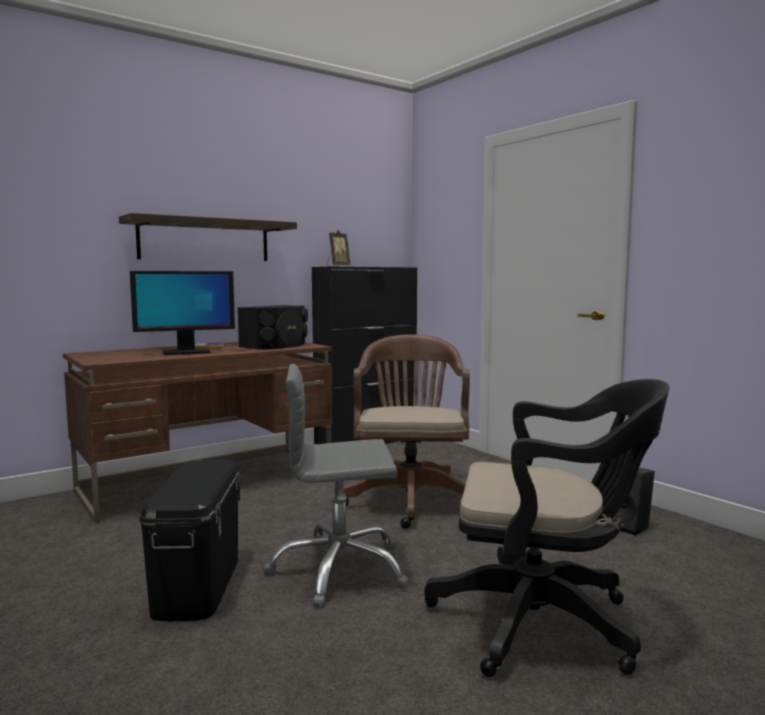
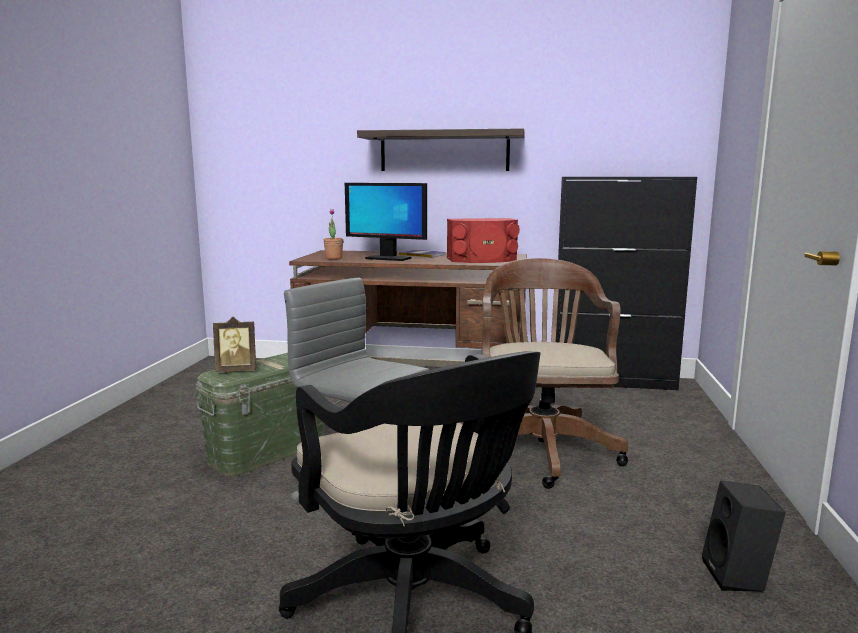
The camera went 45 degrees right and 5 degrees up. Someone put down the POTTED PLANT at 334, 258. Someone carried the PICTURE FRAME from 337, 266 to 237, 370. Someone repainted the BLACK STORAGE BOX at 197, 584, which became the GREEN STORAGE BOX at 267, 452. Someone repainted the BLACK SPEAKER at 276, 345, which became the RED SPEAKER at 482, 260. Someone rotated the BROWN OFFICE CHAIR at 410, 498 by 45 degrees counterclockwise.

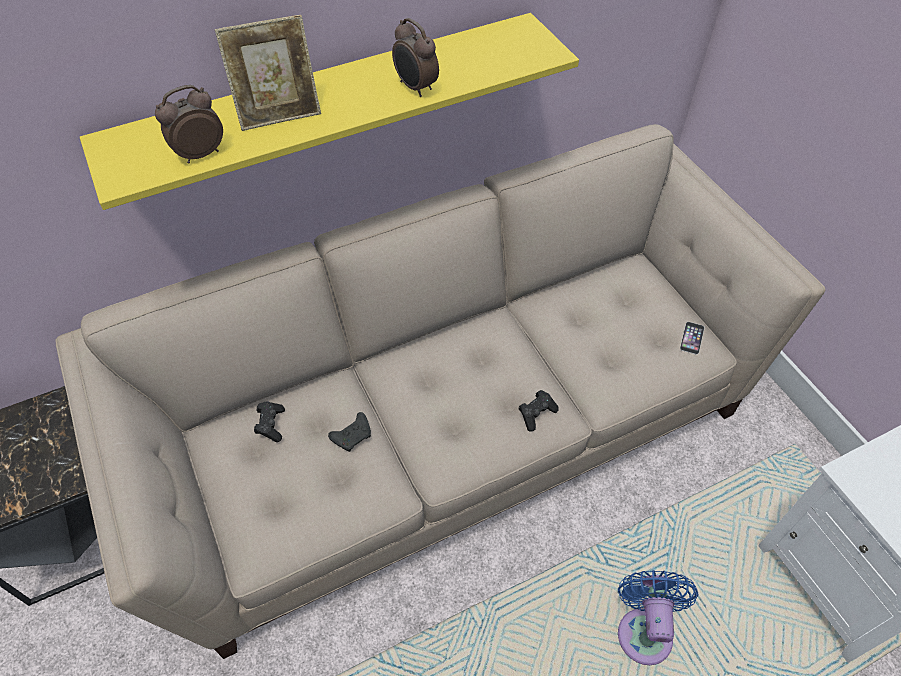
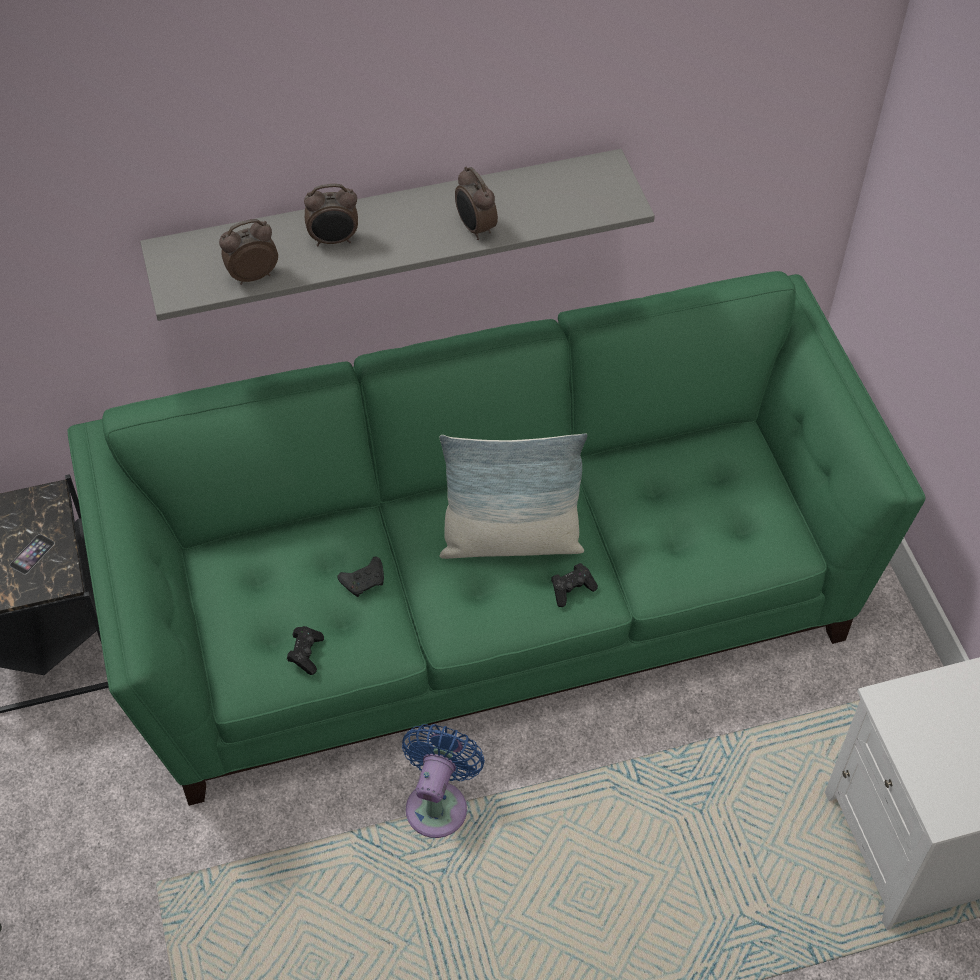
The camera went 10 degrees right and 0 degrees up. Someone put down the PILLOW at 511, 541. Someone carried the BLACK GAME CONTROLLER from 271, 425 to 306, 654. Someone carried the BLUE FAN from 644, 629 to 438, 803. Someone carried the PHONE from 692, 338 to 32, 554. Someone swapped the PICTURE FRAME at 279, 113 for the ALARM CLOCK at 334, 240. Someone repainted the BEIGE SOFA at 451, 426, which became the GREEN SOFA at 490, 599. Someone repainted the YELLOW SHELF at 329, 103, which became the GREY SHELF at 389, 224.

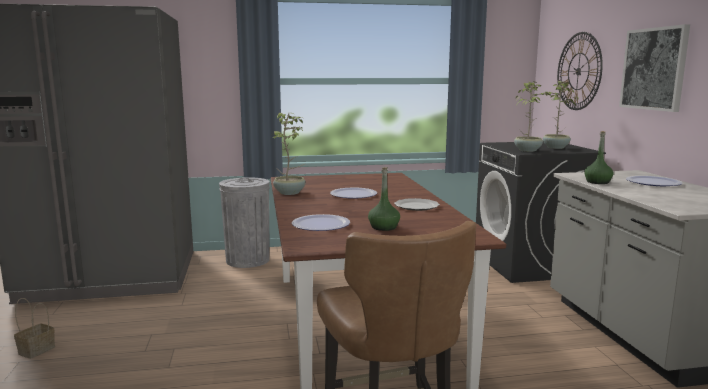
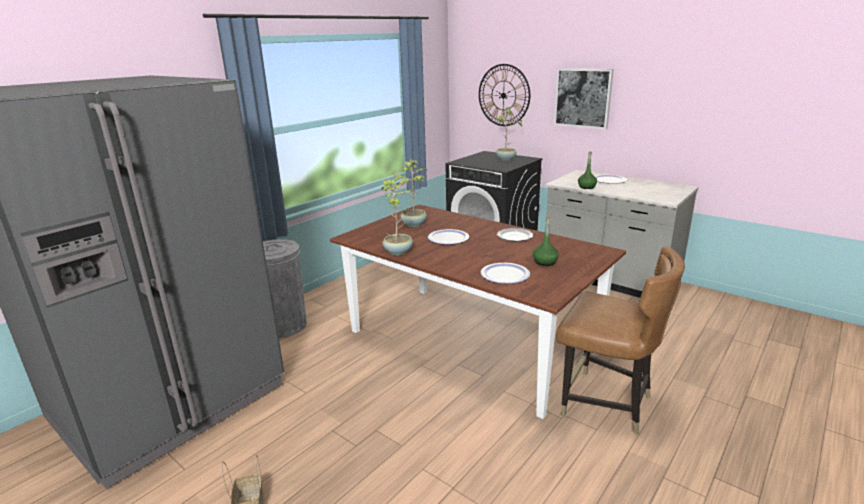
The camera went 40 degrees left and 10 degrees up. Someone carried the POTTED PLANT from 528, 150 to 414, 224.

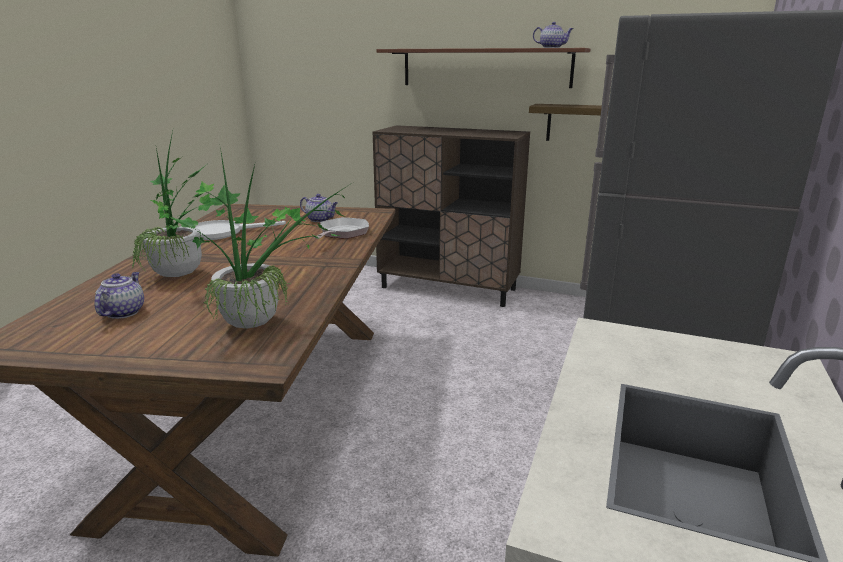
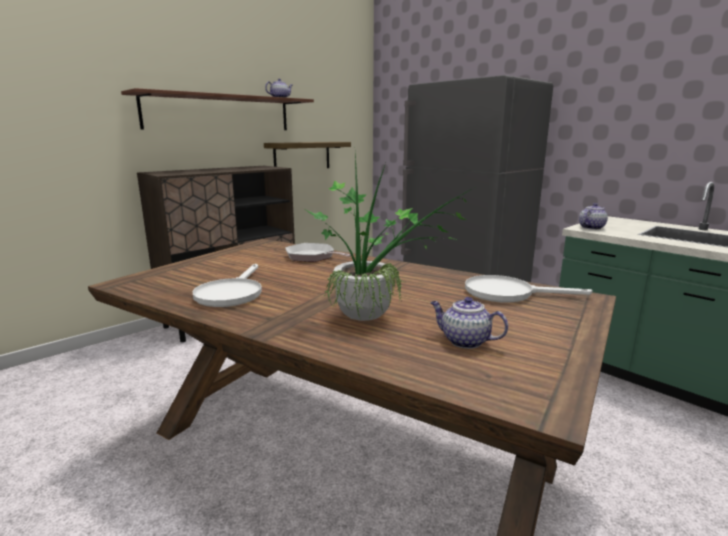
The camera went 65 degrees left and 5 degrees down. Someone carried the TEAPOT from 320, 220 to 591, 227. Someone swapped the POTTED PLANT at 263, 320 for the WHITE FRYING PAN at 508, 293.

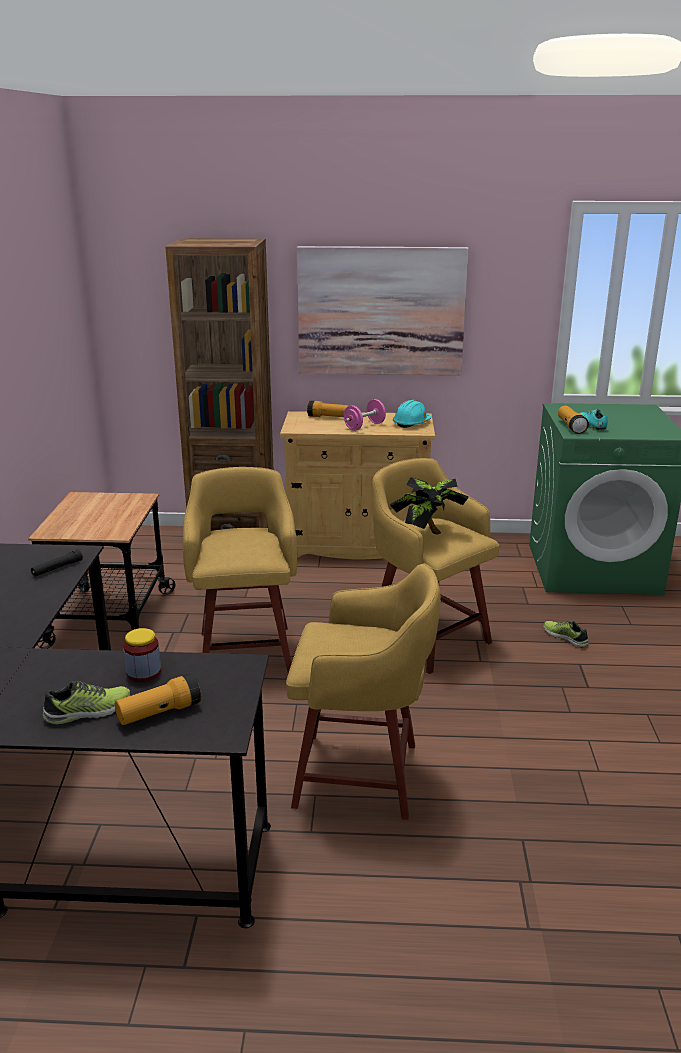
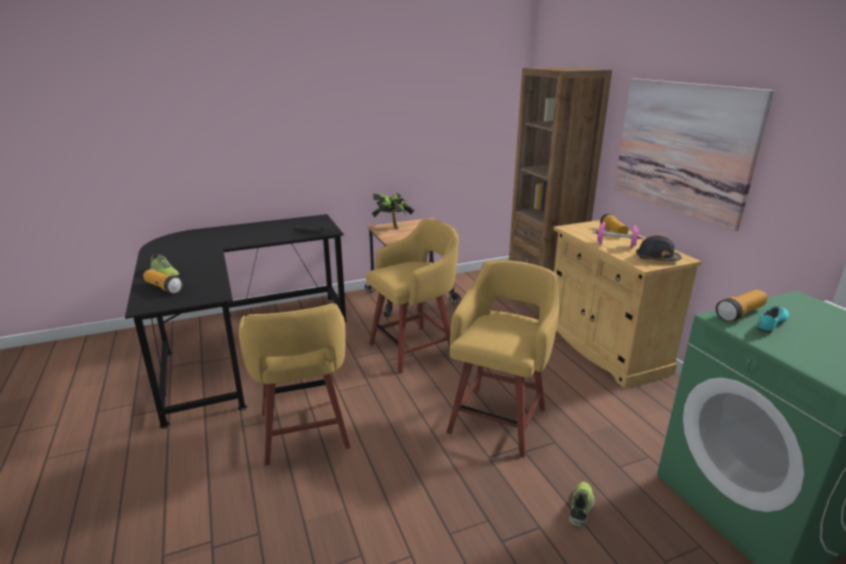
The camera went 65 degrees right and 0 degrees up. Someone took away the JAR at 144, 672. Someone carried the POTTED PLANT from 427, 533 to 392, 227. Someone repainted the TURQUOISE HARD HAT at 411, 423, which became the BLACK HARD HAT at 656, 258.

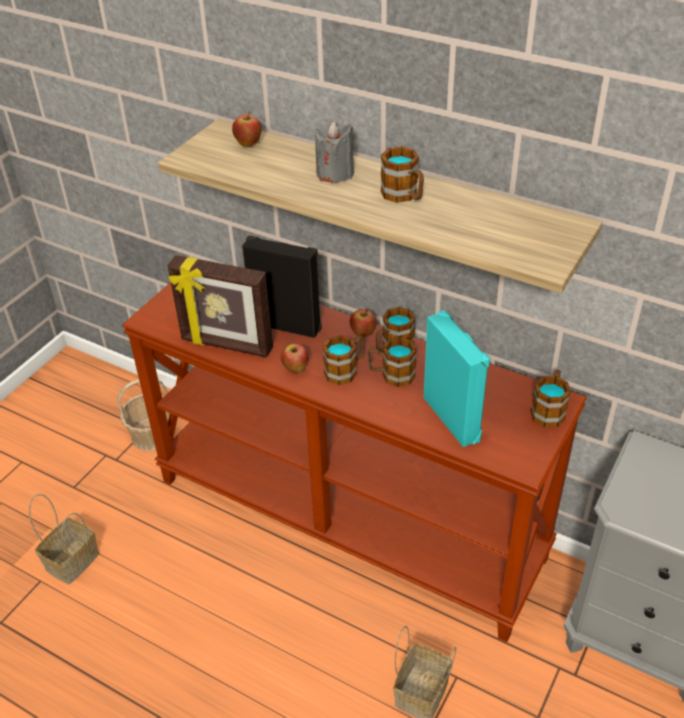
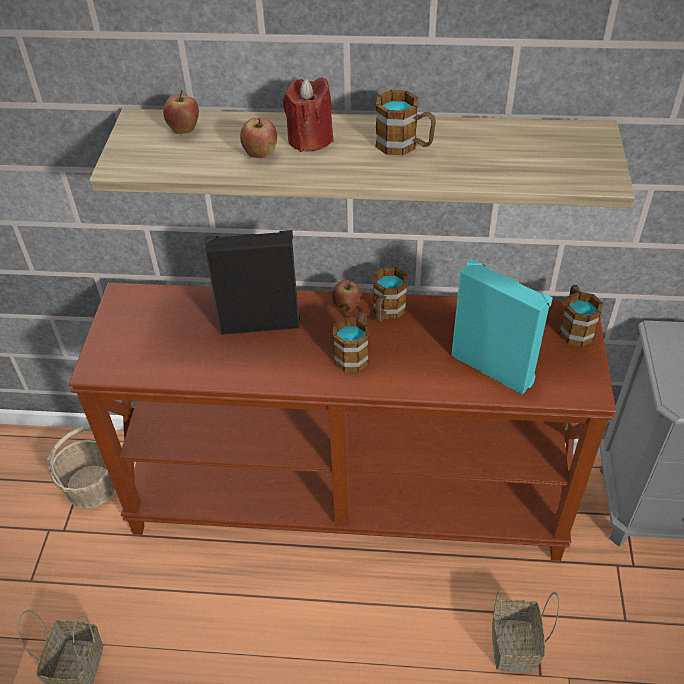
The camera went 25 degrees left and 5 degrees up. Someone took away the PICTURE FRAME at 226, 345. Someone took away the MUG at 391, 375. Someone carried the APPLE from 295, 369 to 260, 155. Someone repainted the GREY CANDLE at 335, 173, which became the RED CANDLE at 310, 139.

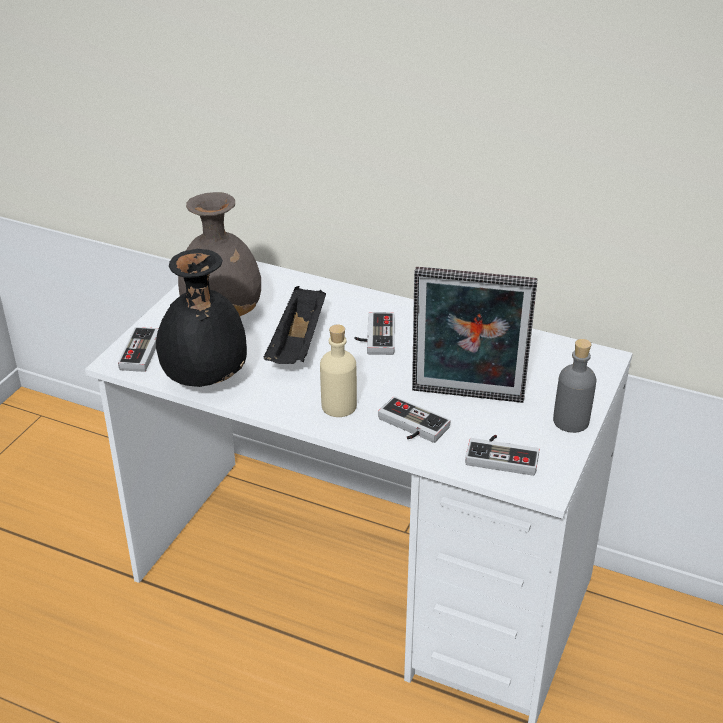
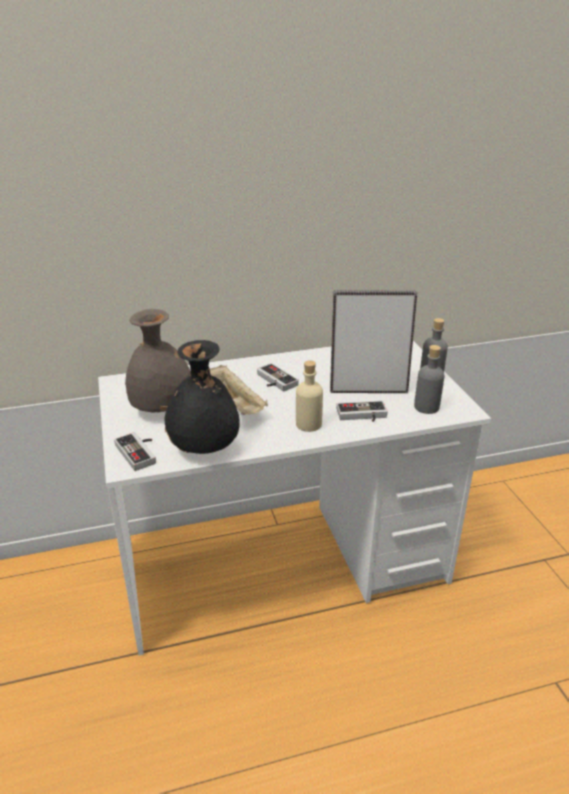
The camera went 40 degrees left and 5 degrees down. Someone swapped the GAME CONTROLLER at 502, 455 for the GREY BOTTLE at 426, 407. Someone repainted the BLACK TRAY at 298, 345, which became the BEIGE TRAY at 235, 404. Someone rotated the PICTURE FRAME at 467, 398 by 150 degrees counterclockwise.

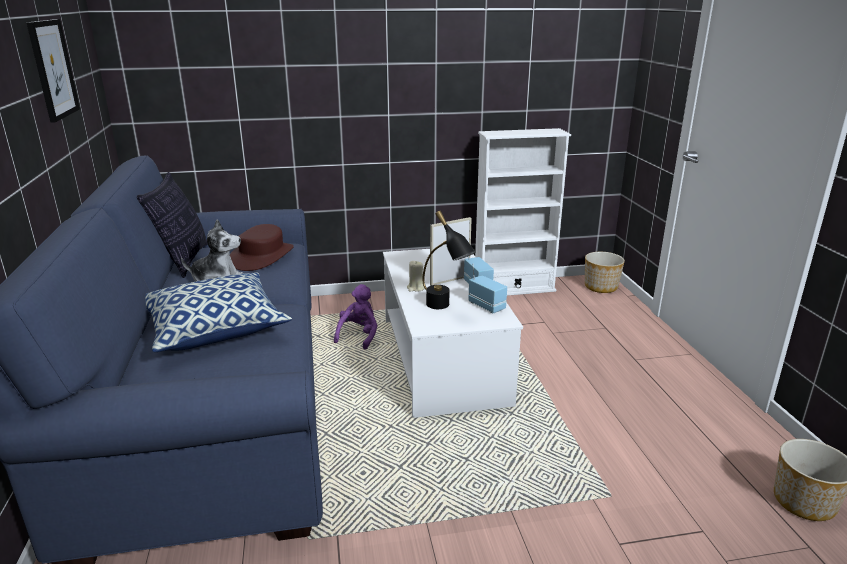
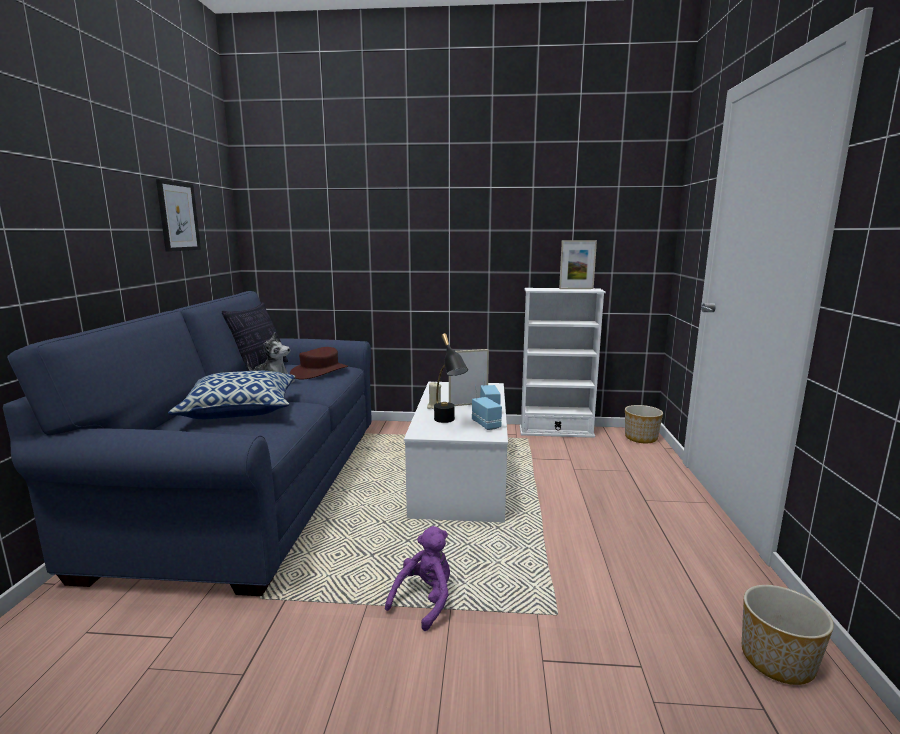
The camera went 15 degrees right and 10 degrees down. Someone put down the PICTURE FRAME at 576, 289. Someone carried the PURPLE PLUSH TOY from 359, 336 to 425, 601.

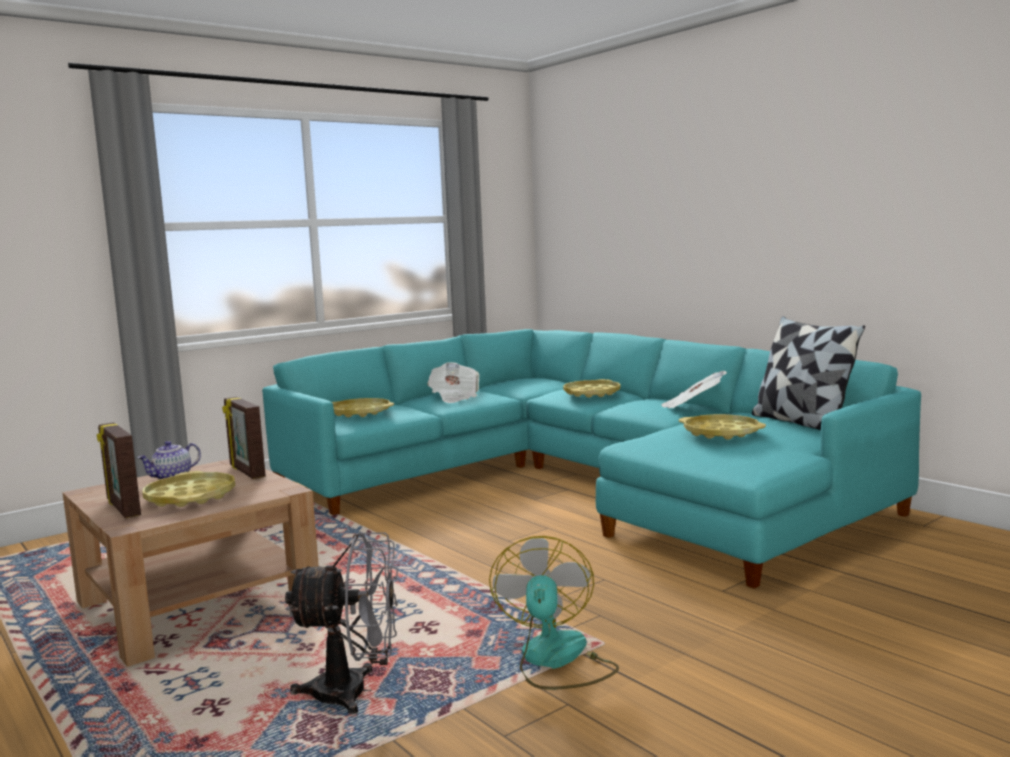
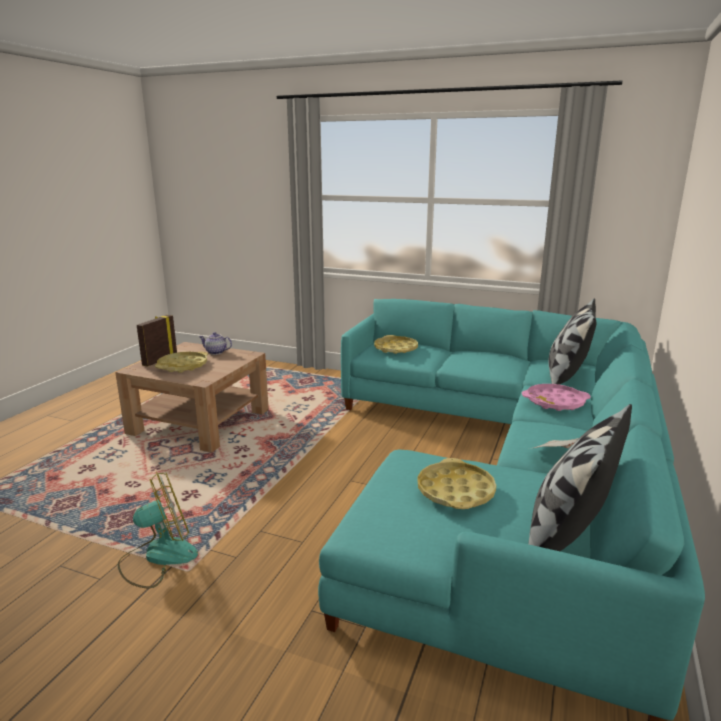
The camera went 60 degrees right and 10 degrees up. Someone took away the PICTURE FRAME at 246, 472. Someone took away the GREY FAN at 355, 692. Someone took away the NEWSPAPER at 454, 397. Someone put down the PILLOW at 566, 376. Someone repainted the YELLOW TRAY at 592, 393, which became the PINK TRAY at 555, 402.

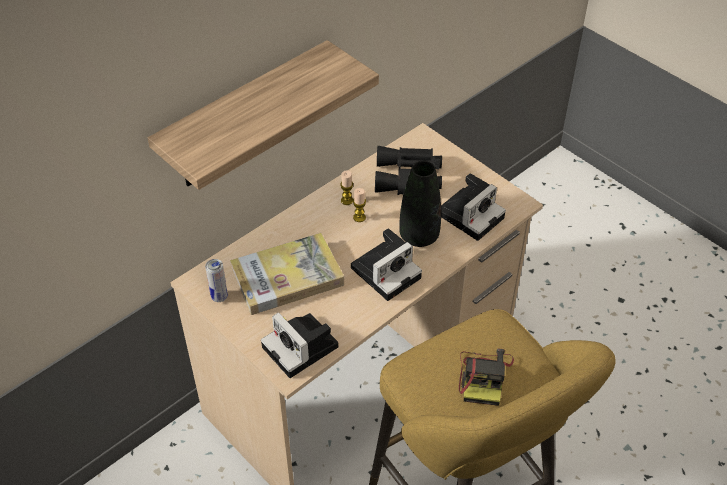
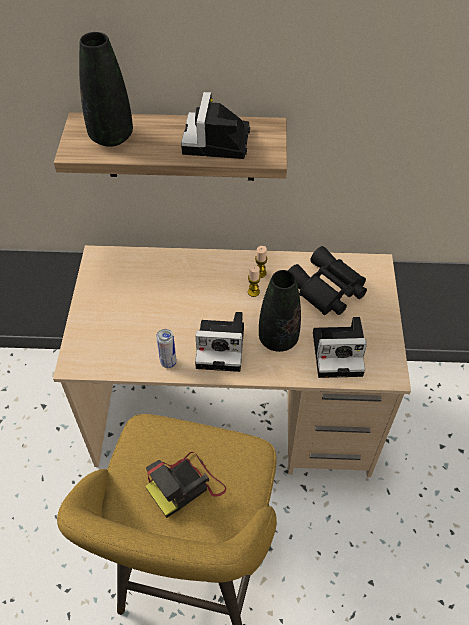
The camera went 45 degrees right and 5 degrees up. Someone took away the BOOK at 287, 277. Someone put down the BLACK VASE at 111, 137. Someone carried the CAN from 219, 297 to 168, 362. Someone carried the PHOTO CAMERA from 302, 348 to 216, 143.

